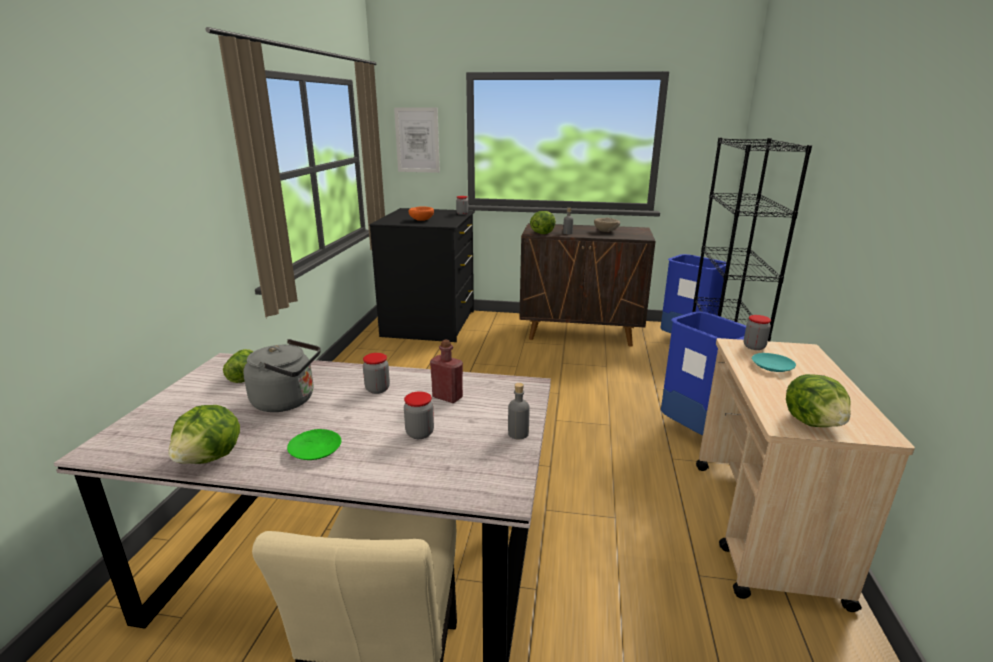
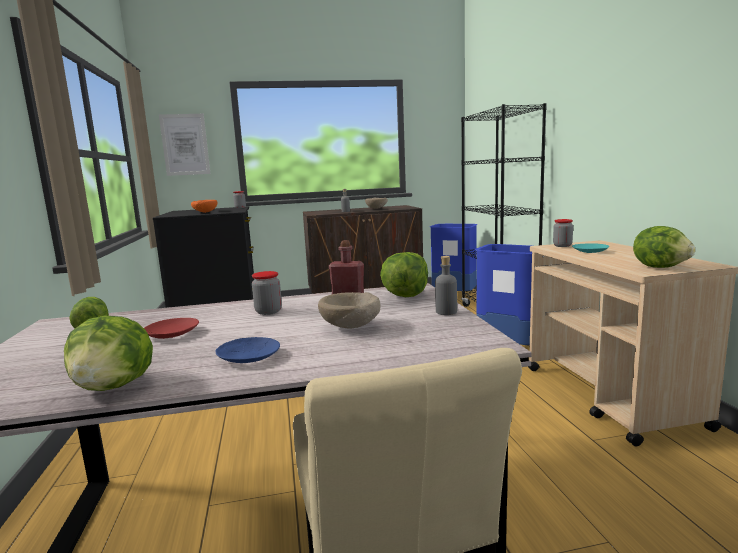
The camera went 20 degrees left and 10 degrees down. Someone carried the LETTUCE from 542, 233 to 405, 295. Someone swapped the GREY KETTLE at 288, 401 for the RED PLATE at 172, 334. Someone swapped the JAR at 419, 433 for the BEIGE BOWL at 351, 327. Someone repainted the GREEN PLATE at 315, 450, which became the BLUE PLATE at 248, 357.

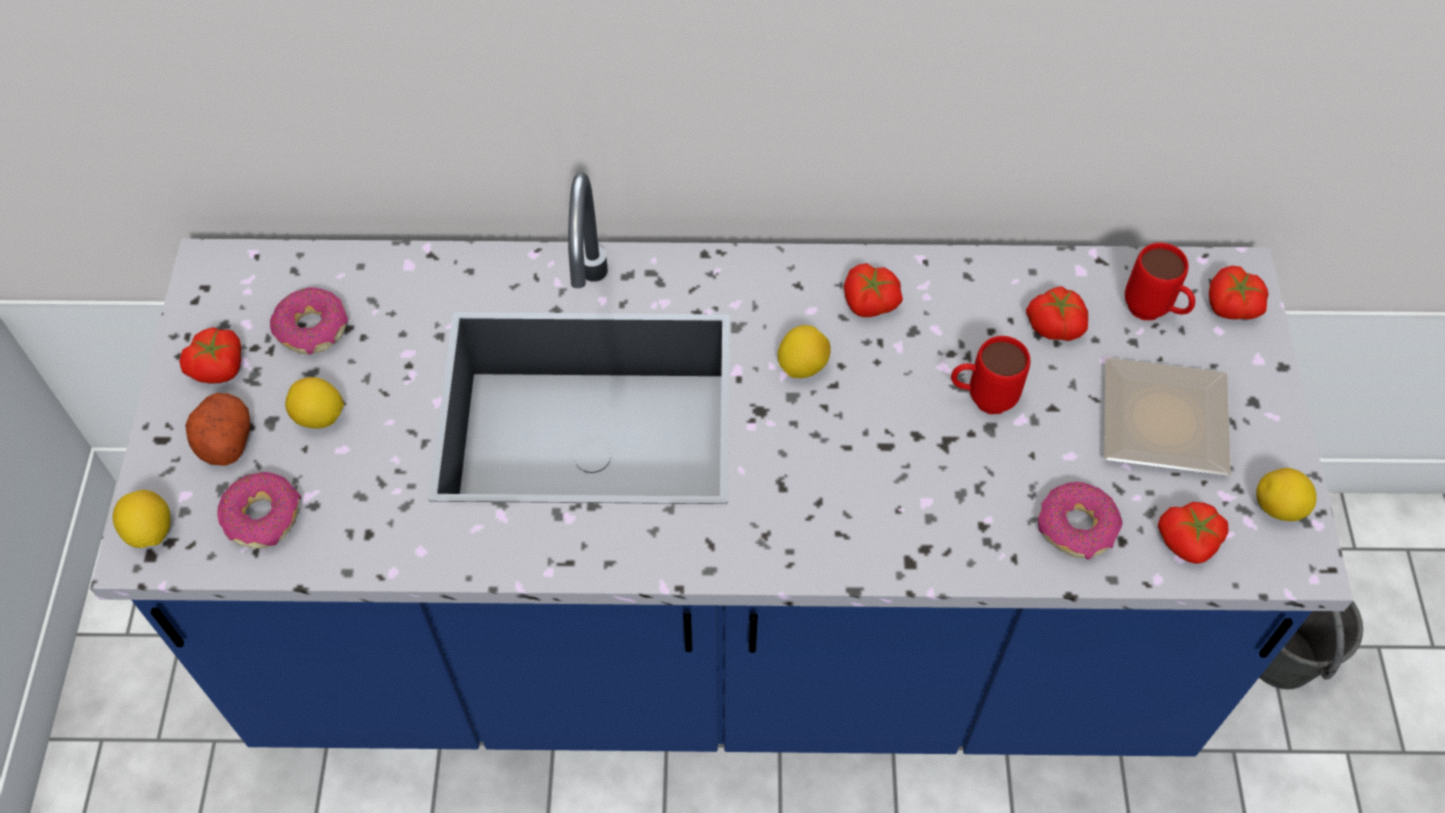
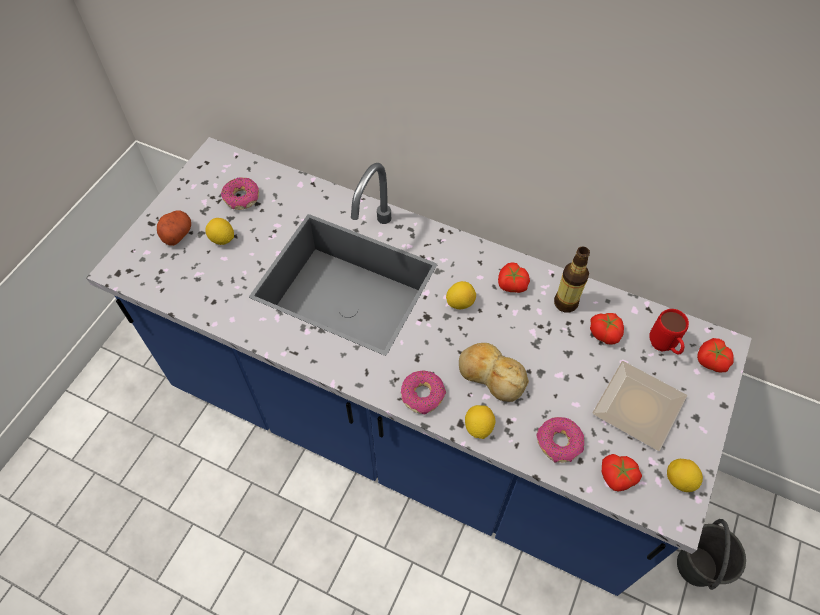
The camera went 25 degrees right and 0 degrees up. Someone took away the TOMATO at 219, 368. Someone took away the RED MUG at 981, 399. Someone put down the BREAD at 491, 375. Someone put down the BOTTLE at 565, 303. Someone carried the LEMON from 150, 531 to 478, 427. Someone carried the DONUT from 263, 516 to 423, 395.

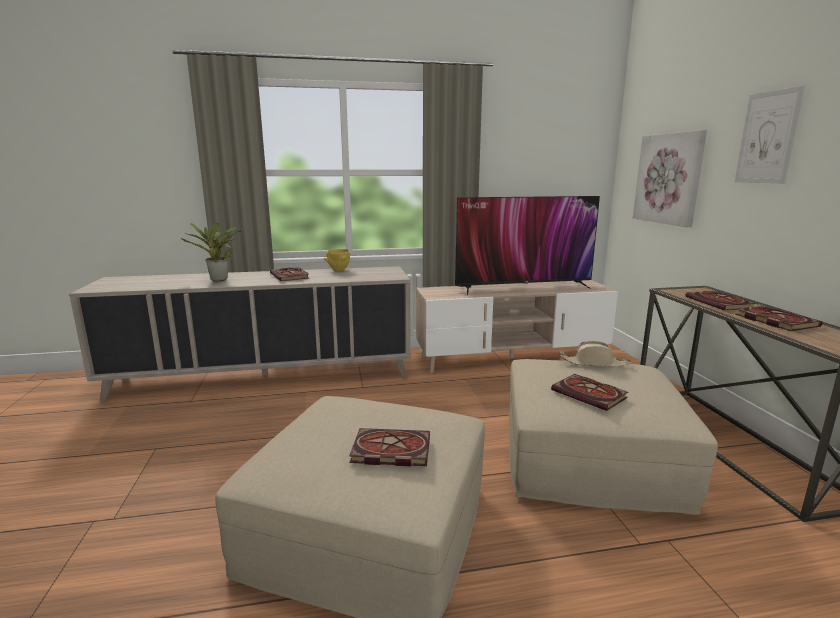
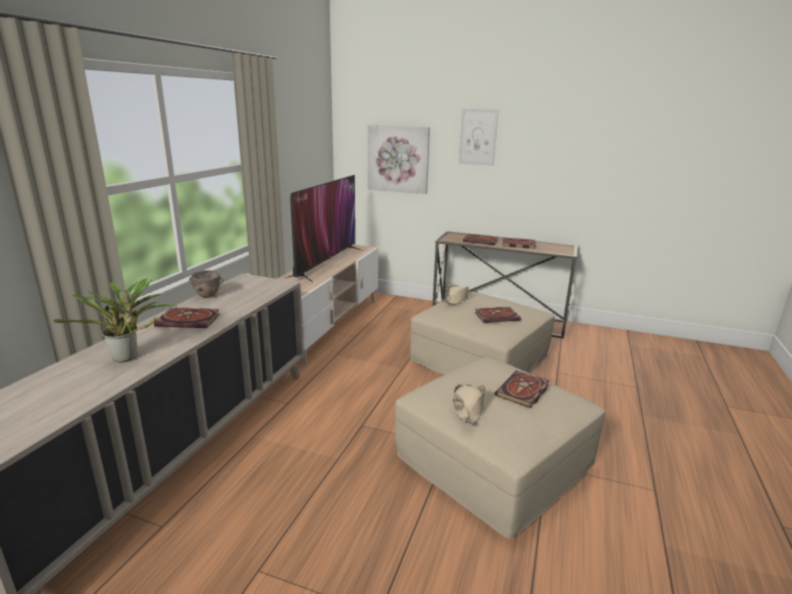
The camera went 60 degrees left and 5 degrees up. Someone put down the BEIGE HAT at 468, 407. Someone repainted the YELLOW BOWL at 338, 270, which became the BROWN BOWL at 207, 296.

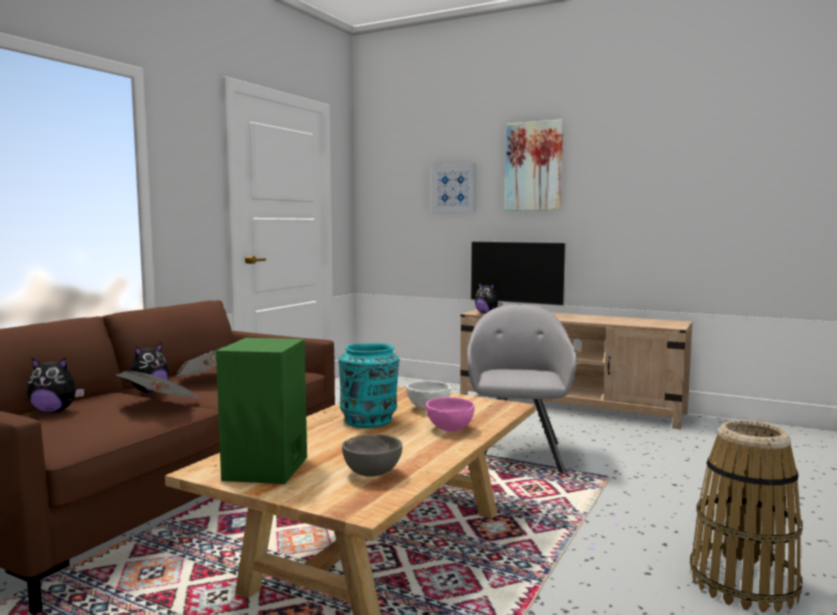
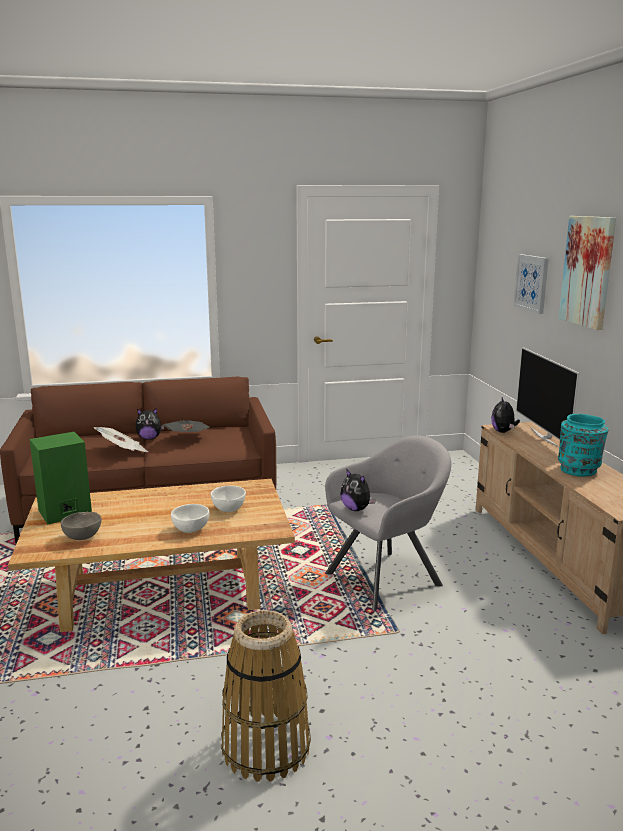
The camera went 50 degrees right and 10 degrees up. Someone carried the PLUSH TOY from 55, 411 to 356, 509. Someone carried the TURQUOISE VASE from 370, 420 to 579, 470. Someone repainted the PINK BOWL at 449, 429, which became the WHITE BOWL at 190, 529.

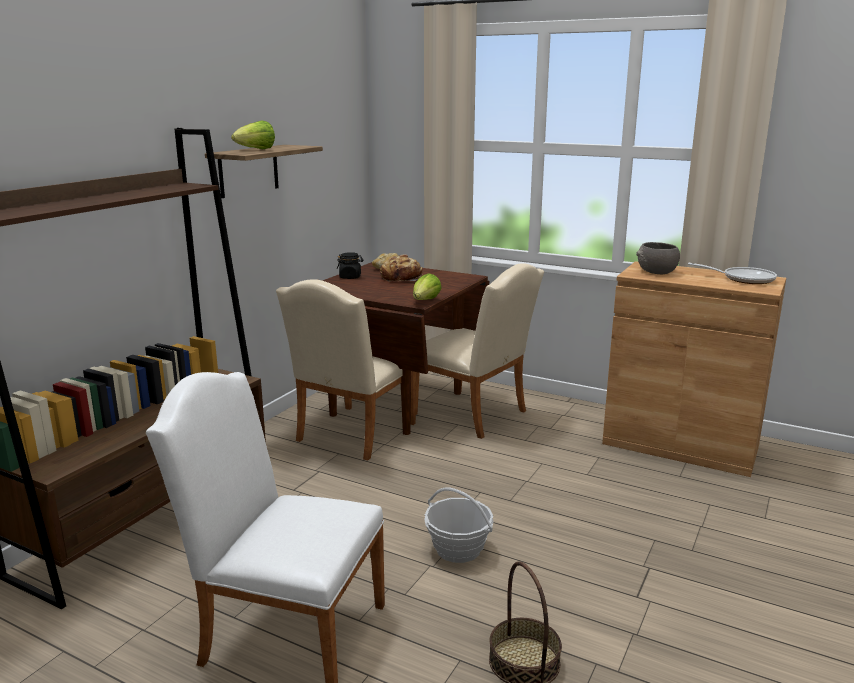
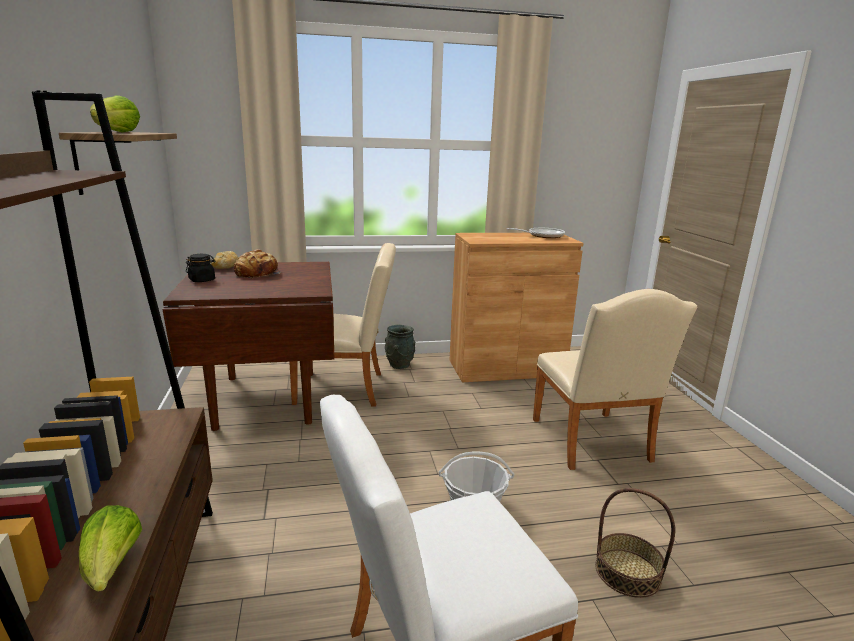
The camera went 40 degrees left and 0 degrees up. Someone took away the GREY BOWL at 656, 272. Someone put down the GREY VASE at 400, 365. Someone carried the BEIGE CHAIR from 351, 435 to 593, 444. Someone carried the LETTUCE from 425, 301 to 112, 568.

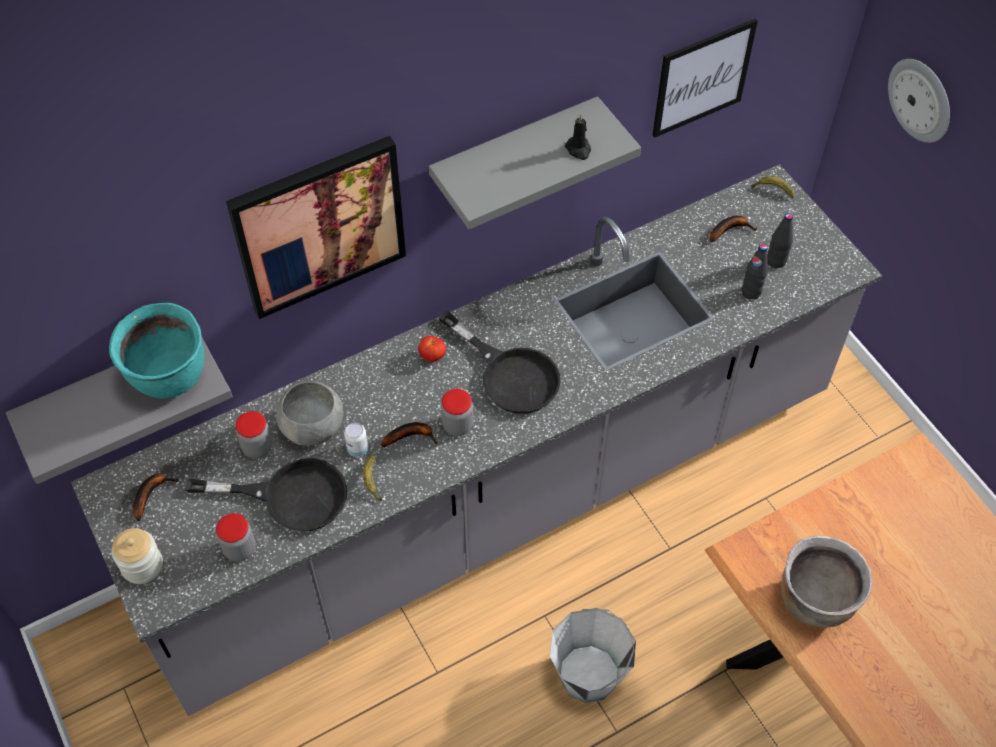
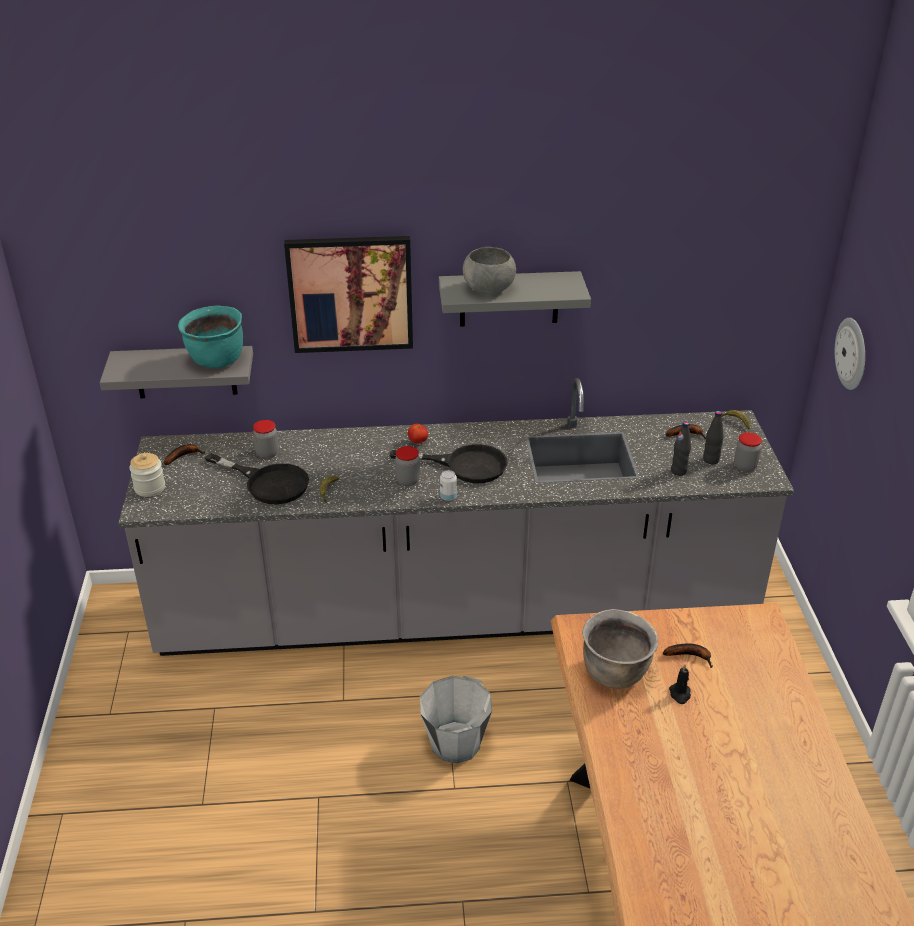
The camera went 25 degrees right and 20 degrees down. Someone took away the PICTURE at 702, 78. Someone carried the JAR from 240, 549 to 745, 466. Someone carried the GREY BOWL from 312, 427 to 488, 288. Someone carried the CAN from 357, 449 to 448, 497. Someone carried the BANANA from 411, 436 to 690, 656. Someone carried the BLACK CANDLE from 578, 149 to 680, 694. Someone rotated the BLACK FRYING PAN at 510, 374 by 60 degrees counterclockwise.

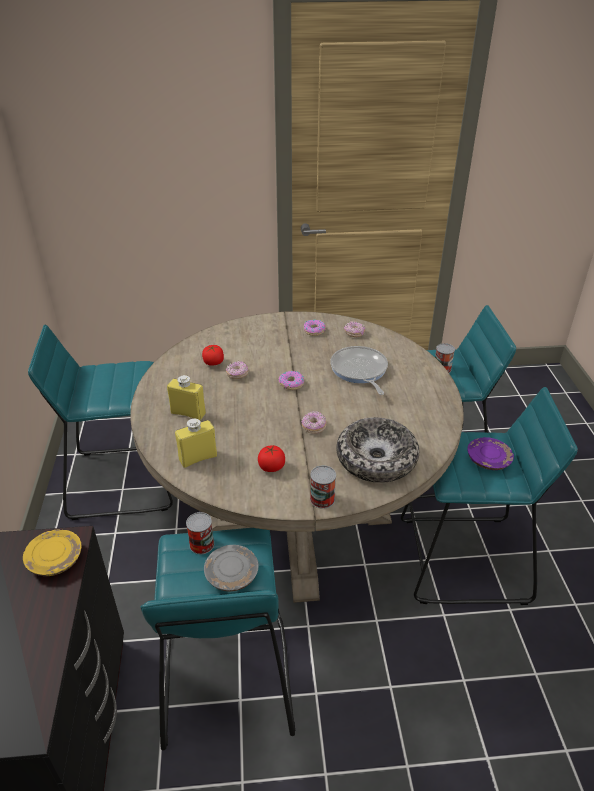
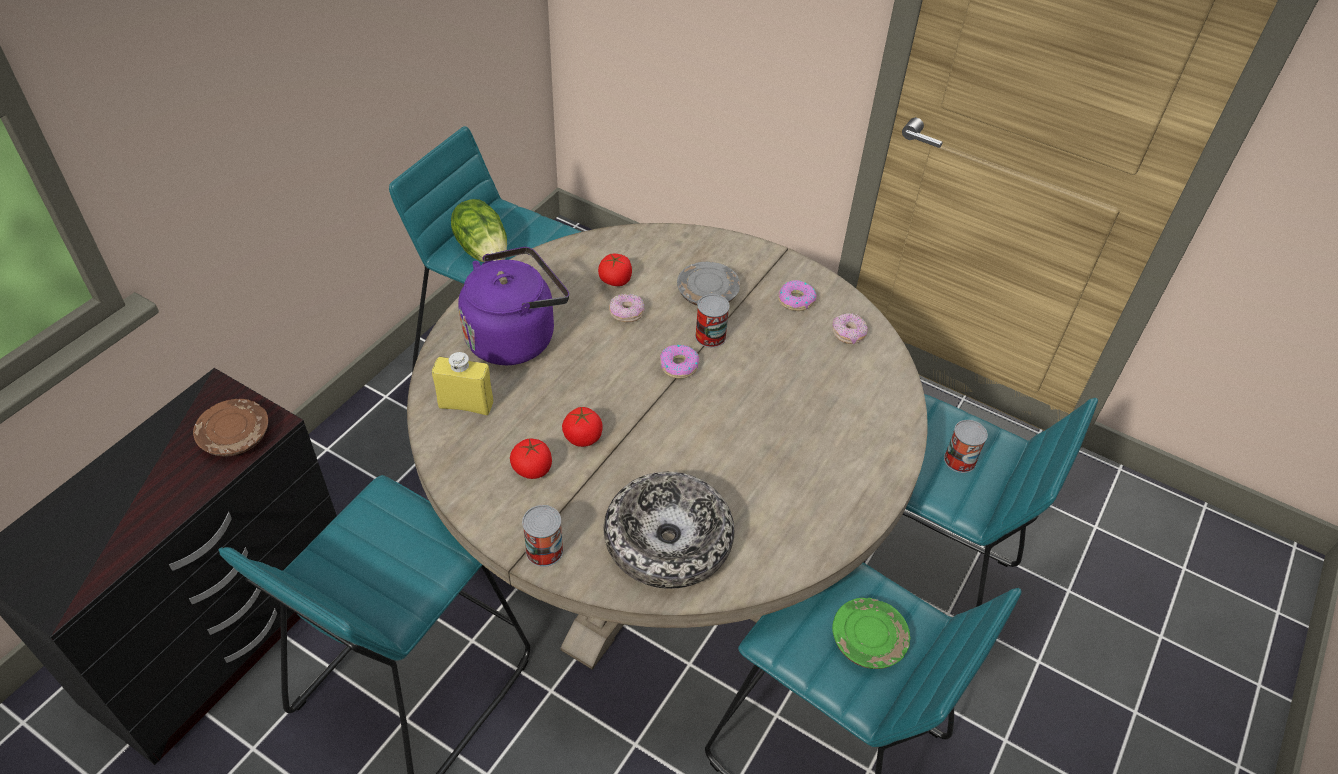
The camera went 35 degrees right and 10 degrees up. Someone took away the DONUT at 313, 427. Someone took away the FRYING PAN at 359, 371. Someone put down the LETTUCE at 484, 250. Someone put down the TOMATO at 583, 437. Someone carried the CAN from 202, 544 to 710, 336. Someone carried the GREY PLATE from 232, 574 to 708, 294. Someone swapped the YELLOW BOTTLE at 188, 413 for the PURPLE KETTLE at 515, 337. Someone repainted the YELLOW PLATE at 55, 559, which became the BROWN PLATE at 235, 436. Someone repainted the PURPLE PLATE at 488, 460, which became the GREEN PLATE at 868, 640.

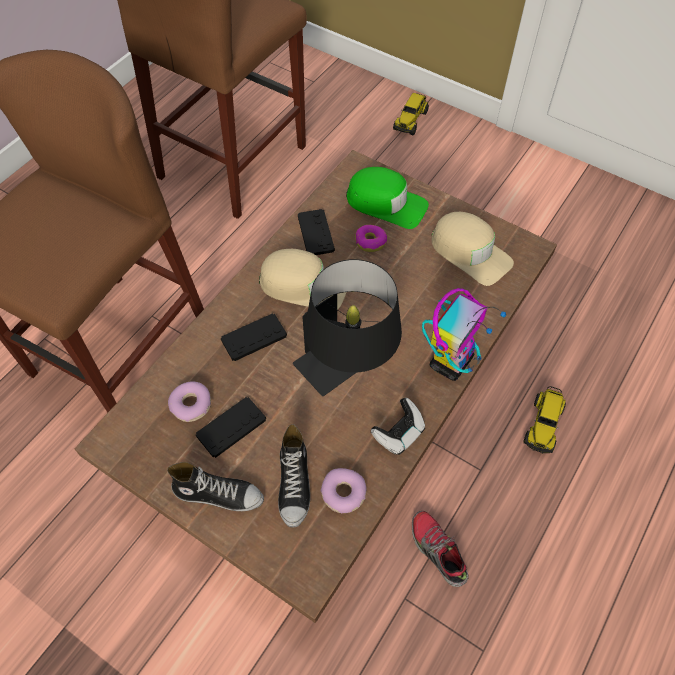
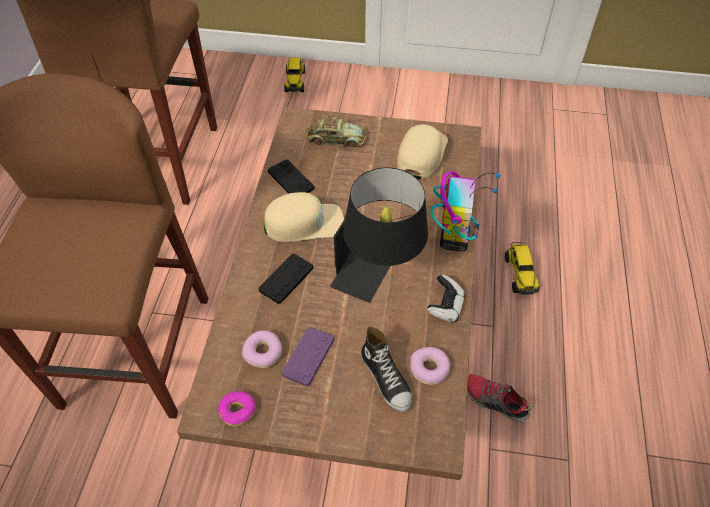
The camera went 25 degrees left and 5 degrees down. Someone took away the SHOE at 218, 493. Someone carried the DONUT from 370, 242 to 238, 411. Someone swapped the GREEN CAP at 386, 203 for the TOY CAR at 335, 139. Someone repainted the BLACK GAME CONTROLLER at 231, 427, which became the PURPLE GAME CONTROLLER at 308, 356. Someone rotated the BEIGE CAP at 470, 253 by 90 degrees counterclockwise.

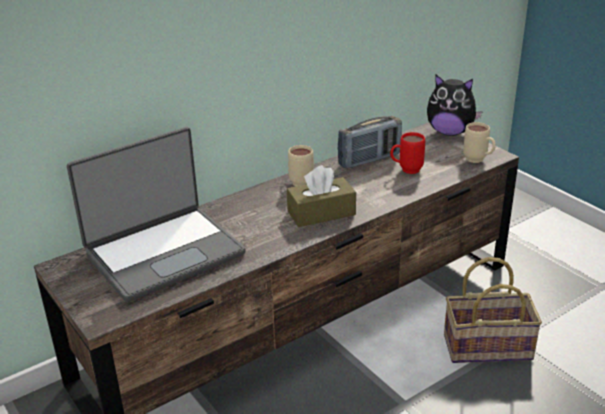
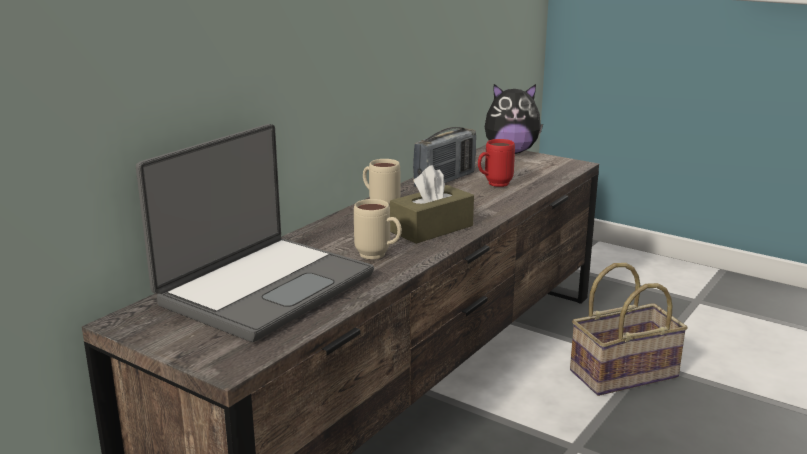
The camera went 20 degrees left and 10 degrees down. Someone carried the BEIGE MUG from 478, 161 to 378, 256.

